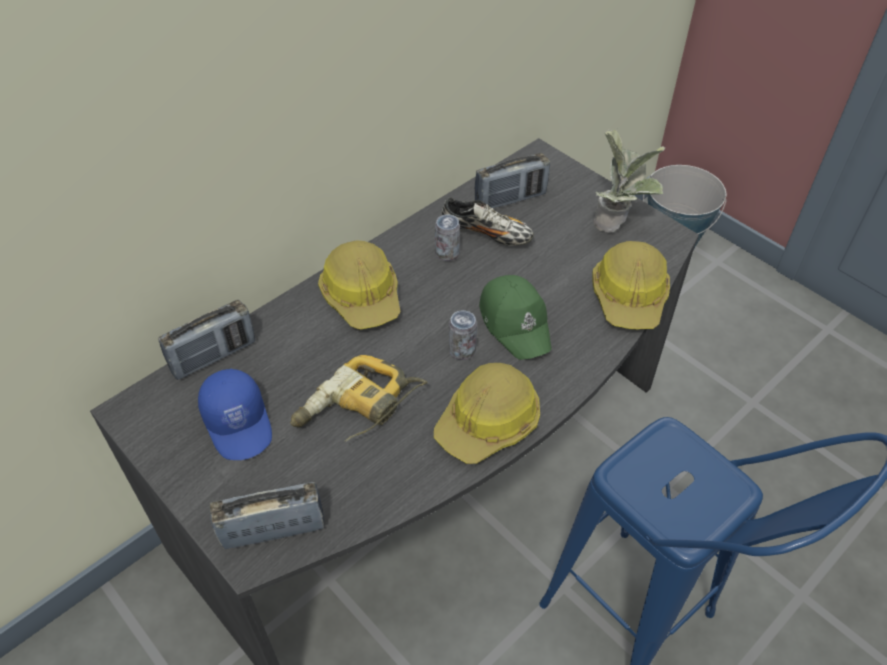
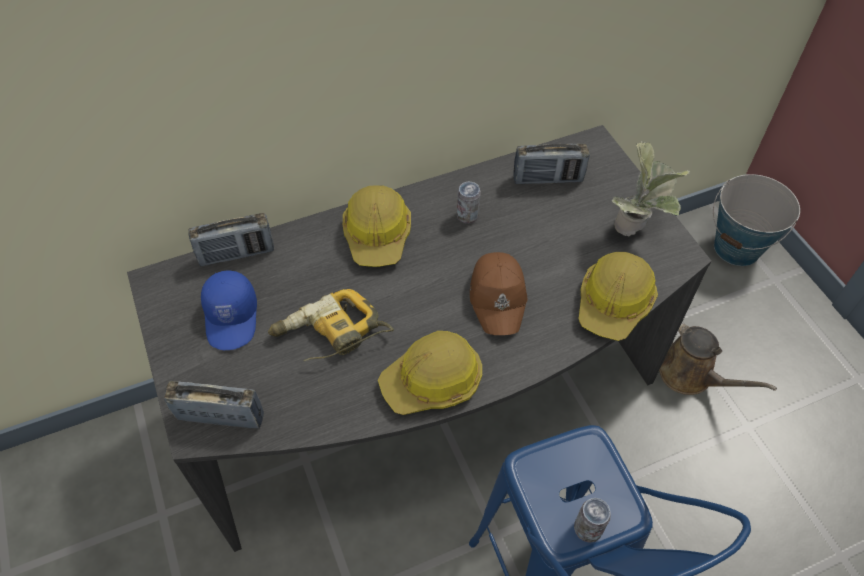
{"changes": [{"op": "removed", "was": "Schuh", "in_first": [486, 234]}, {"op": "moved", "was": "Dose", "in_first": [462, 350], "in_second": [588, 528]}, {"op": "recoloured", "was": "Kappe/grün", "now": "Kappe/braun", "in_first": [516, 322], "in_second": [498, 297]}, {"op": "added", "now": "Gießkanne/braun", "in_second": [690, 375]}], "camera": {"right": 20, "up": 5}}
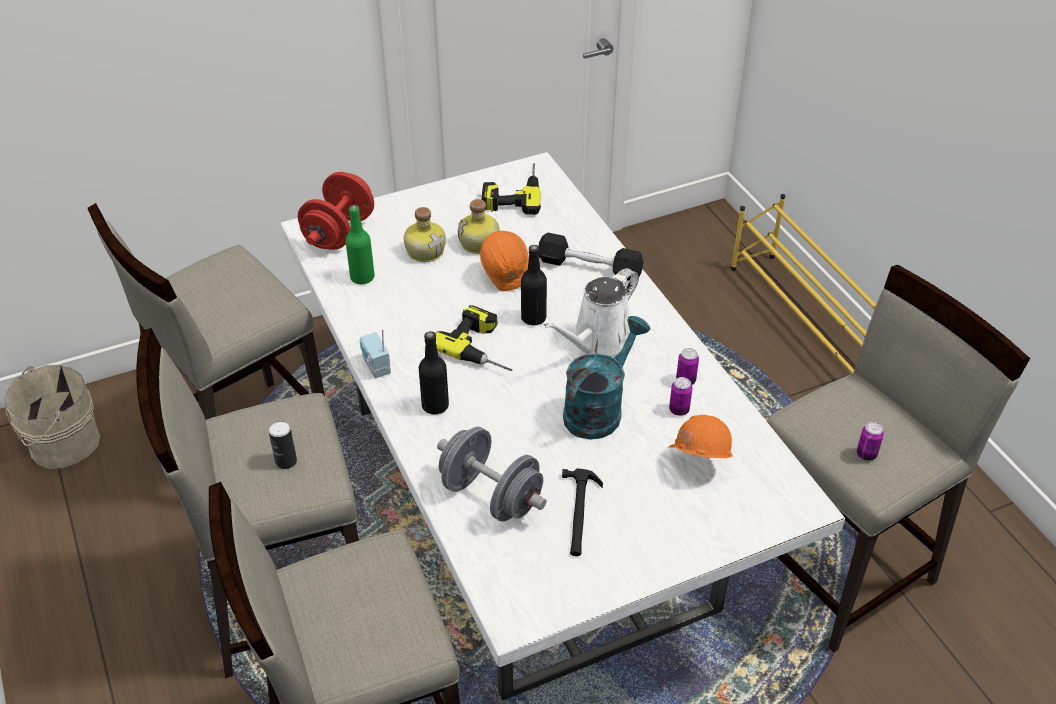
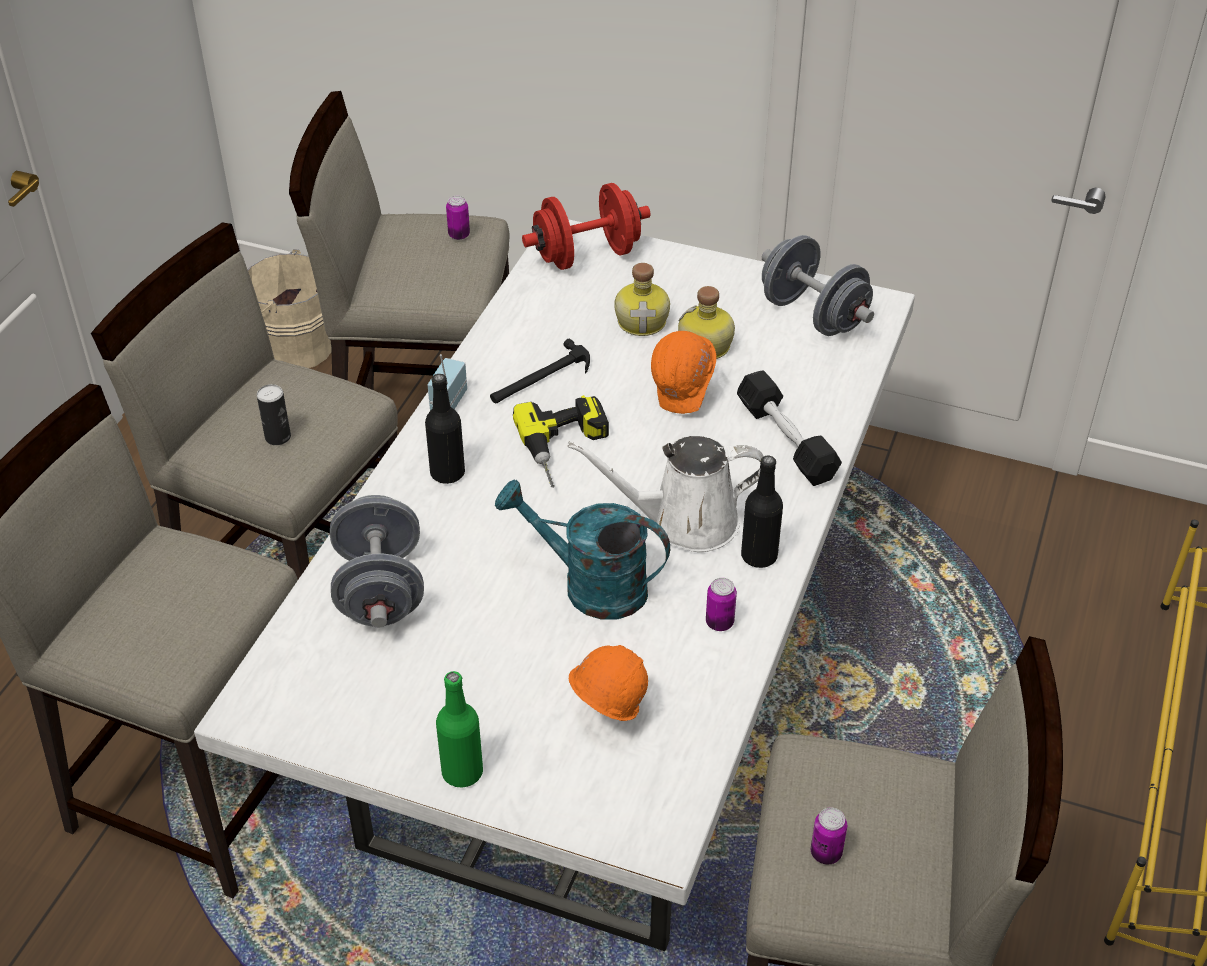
{"changes": [{"op": "moved", "was": "Flasche/grün", "in_first": [362, 277], "in_second": [462, 772]}, {"op": "replaced", "was": "Bohrmaschine", "now": "Hantel/grau", "in_first": [512, 192], "in_second": [813, 315]}, {"op": "moved", "was": "Flasche/schwarz", "in_first": [533, 318], "in_second": [759, 556]}, {"op": "moved", "was": "Hammer", "in_first": [579, 514], "in_second": [540, 378]}, {"op": "turned", "was": "Gießkanne/türkis", "in_first": [598, 409], "in_second": [590, 586], "clockwise": -150}, {"op": "moved", "was": "Dose", "in_first": [679, 410], "in_second": [459, 235]}], "camera": {"right": 45, "up": 0}}
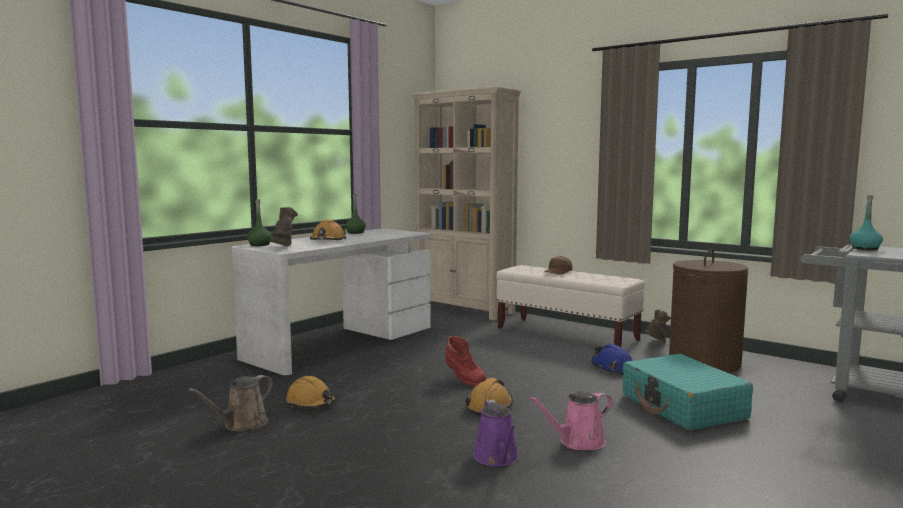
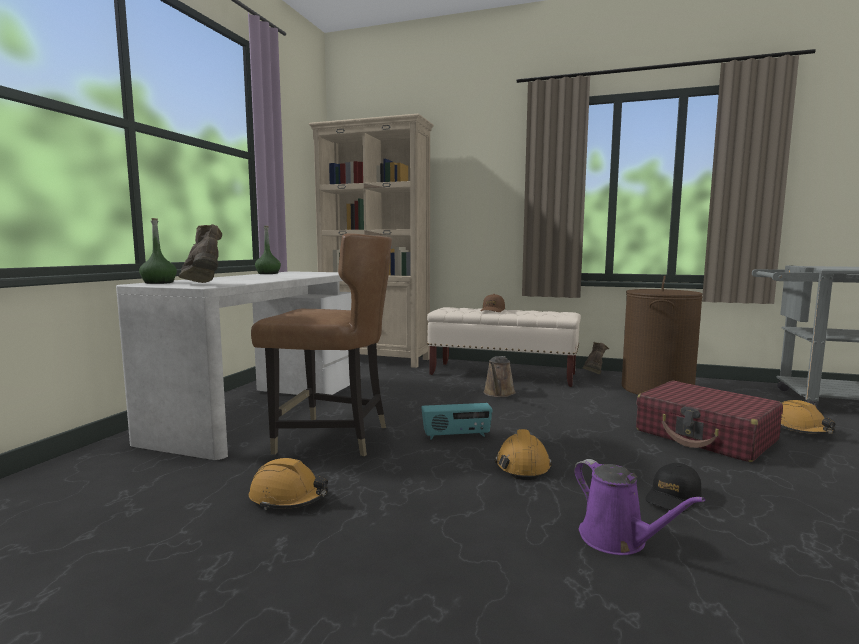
{"changes": [{"op": "moved", "was": "Gießkanne/braun", "in_first": [242, 424], "in_second": [498, 393]}, {"op": "moved", "was": "Schutzhelm/orange", "in_first": [328, 241], "in_second": [800, 429]}, {"op": "replaced", "was": "Stiefel/rot", "now": "Radio", "in_first": [463, 380], "in_second": [456, 436]}, {"op": "replaced", "was": "Gießkanne/rosa", "now": "Kappe/schwarz", "in_first": [578, 442], "in_second": [673, 497]}, {"op": "removed", "was": "Schutzhelm/blau", "in_first": [612, 368]}, {"op": "recoloured", "was": "Koffer/türkis", "now": "Koffer/rot", "in_first": [683, 407], "in_second": [705, 436]}, {"op": "removed", "was": "Flasche/türkis", "in_first": [865, 248]}, {"op": "added", "now": "Stuhl/braun", "in_second": [332, 438]}], "camera": {"right": -20, "up": 0}}
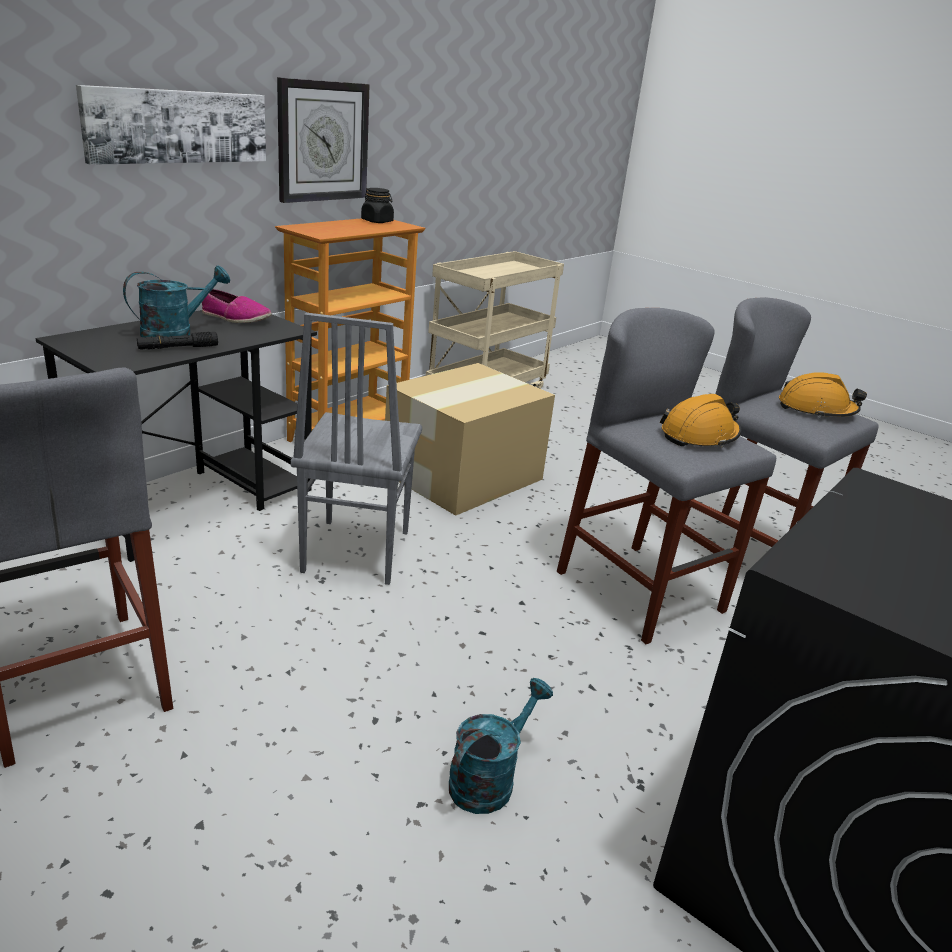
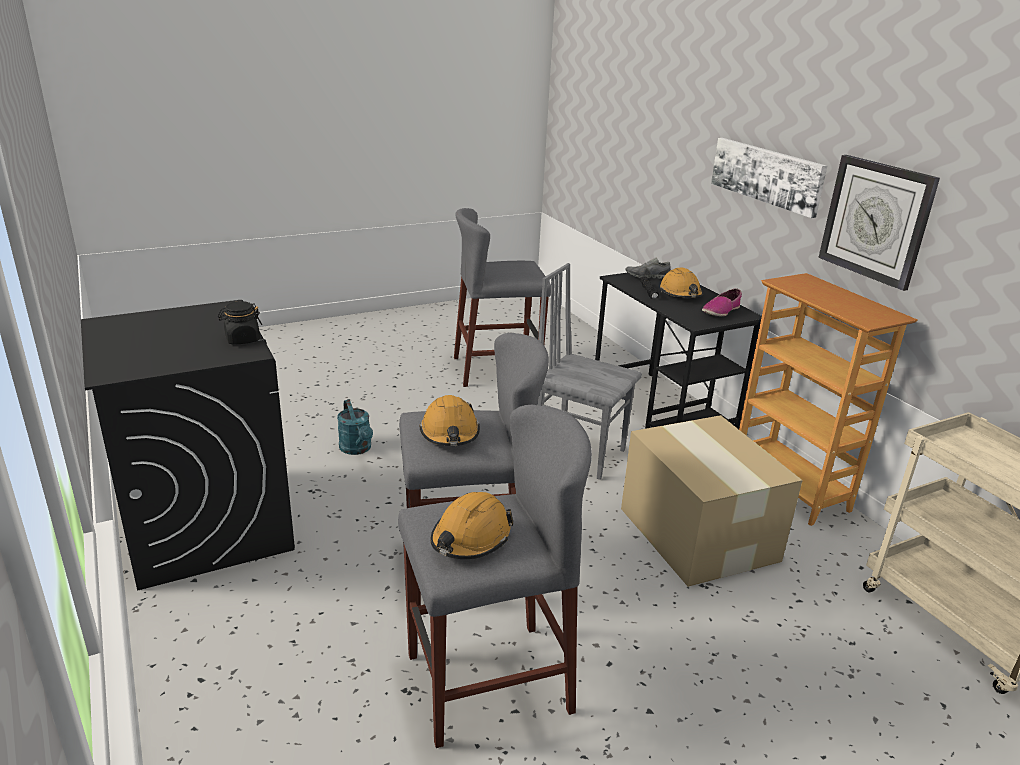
{"changes": [{"op": "replaced", "was": "Gießkanne/türkis", "now": "Schutzhelm/orange", "in_first": [176, 332], "in_second": [680, 293]}, {"op": "moved", "was": "Vorratsglas/schwarz", "in_first": [377, 221], "in_second": [242, 339]}, {"op": "added", "now": "Schuh/grau", "in_second": [647, 277]}], "camera": {"right": 115, "up": 0}}
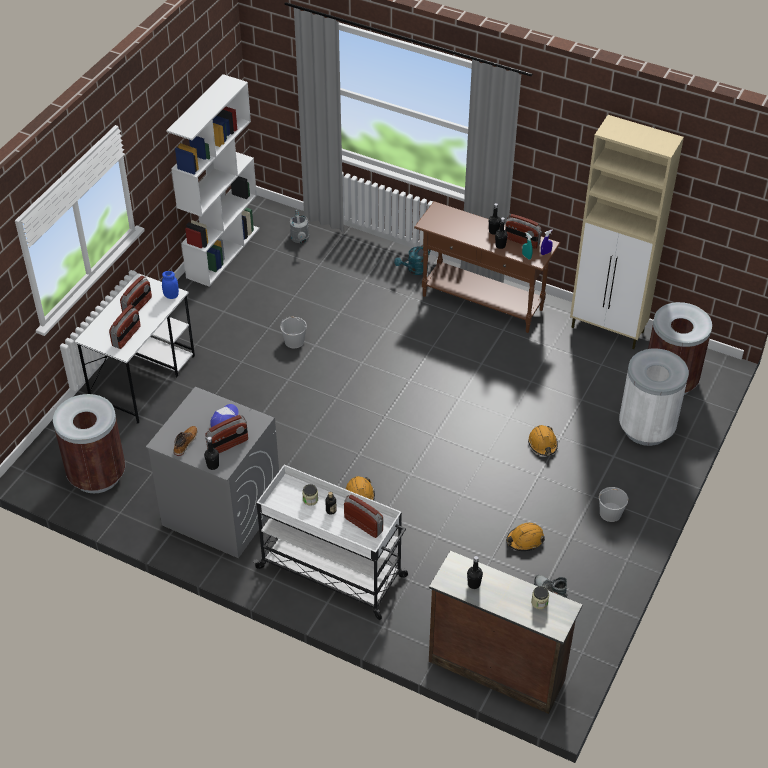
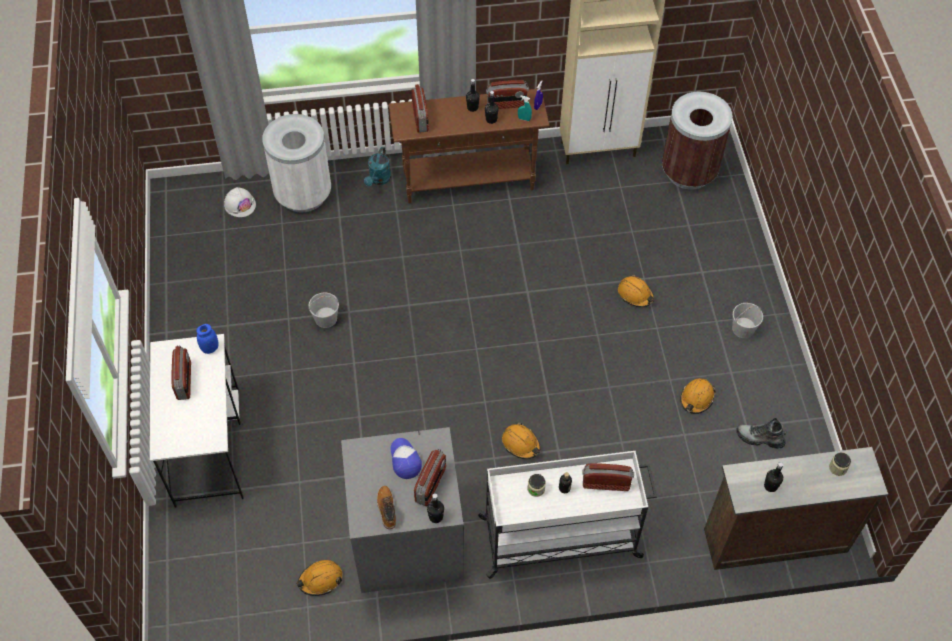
{"changes": [{"op": "removed", "was": "Mülleimer/braun", "in_first": [96, 475]}, {"op": "moved", "was": "Radio", "in_first": [126, 336], "in_second": [420, 118]}, {"op": "removed", "was": "Bücherregal/weiß", "in_first": [223, 252]}, {"op": "replaced", "was": "Gießkanne/grau", "now": "Schutzhelm/weiß", "in_first": [300, 239], "in_second": [240, 204]}, {"op": "moved", "was": "Mülleimer/weiß", "in_first": [646, 428], "in_second": [303, 194]}, {"op": "added", "now": "Schutzhelm/orange", "in_second": [320, 579]}], "camera": {"right": -35, "up": 10}}
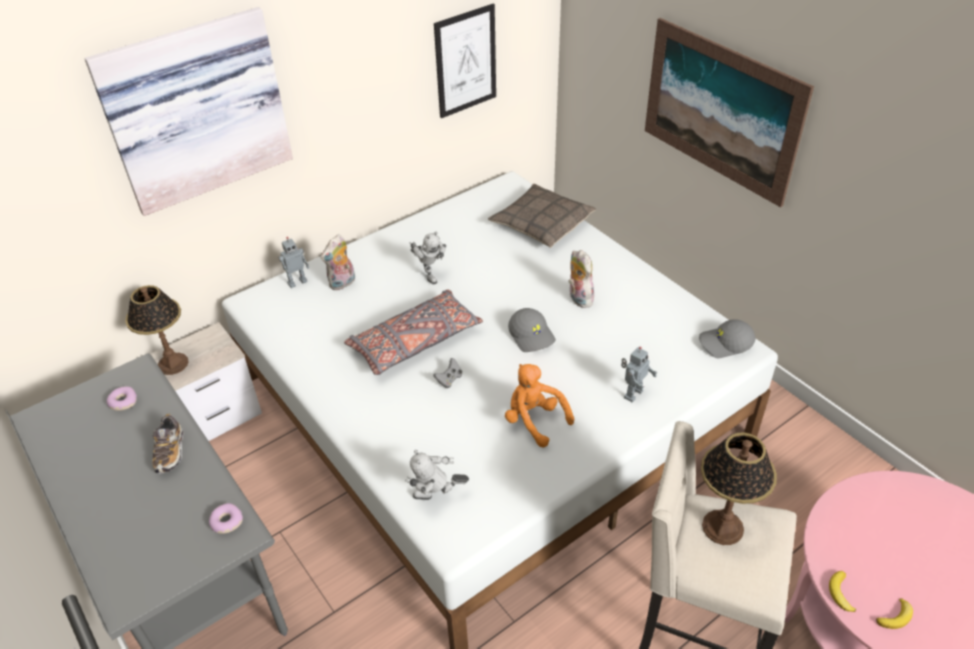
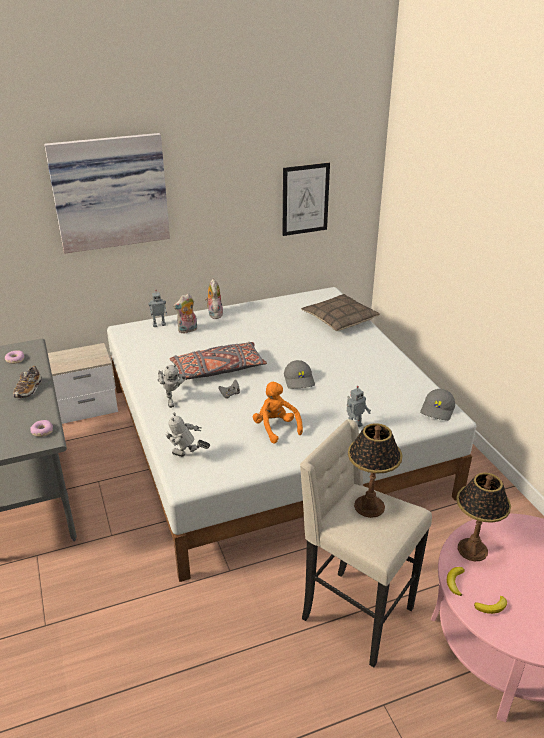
{"changes": [{"op": "moved", "was": "Tischlampe", "in_first": [173, 364], "in_second": [472, 550]}, {"op": "moved", "was": "Spielzeugroboter", "in_first": [429, 274], "in_second": [172, 400]}, {"op": "moved", "was": "Plüschtier", "in_first": [578, 298], "in_second": [214, 314]}, {"op": "removed", "was": "Bild", "in_first": [720, 110]}, {"op": "turned", "was": "Kappe/grau", "in_first": [725, 344], "in_second": [438, 410], "clockwise": -75}], "camera": {"right": 15, "up": -10}}
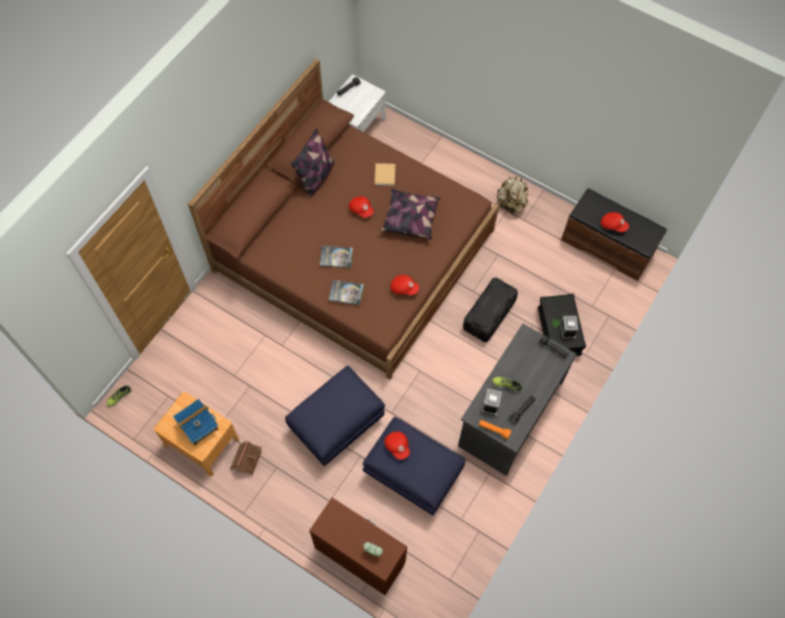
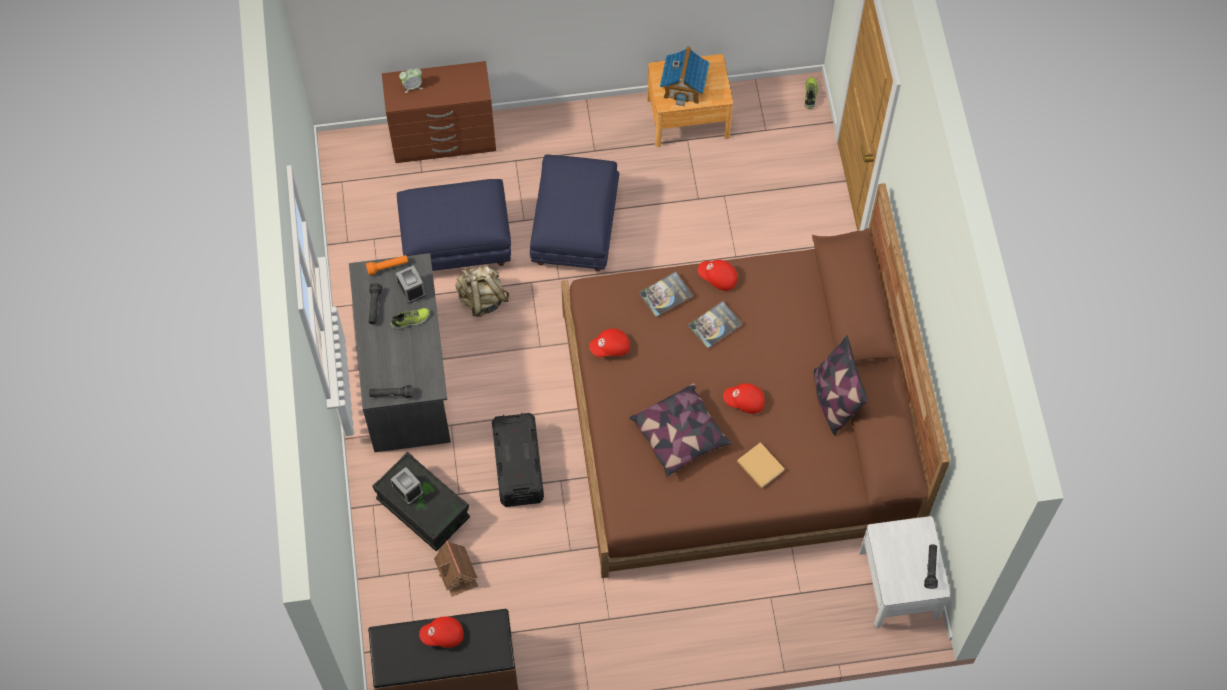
{"changes": [{"op": "moved", "was": "Spielzeughaus", "in_first": [247, 459], "in_second": [457, 572]}, {"op": "moved", "was": "Kappe/rot", "in_first": [397, 446], "in_second": [717, 278]}, {"op": "moved", "was": "Rucksack/beige", "in_first": [511, 203], "in_second": [482, 299]}], "camera": {"right": 140, "up": 0}}
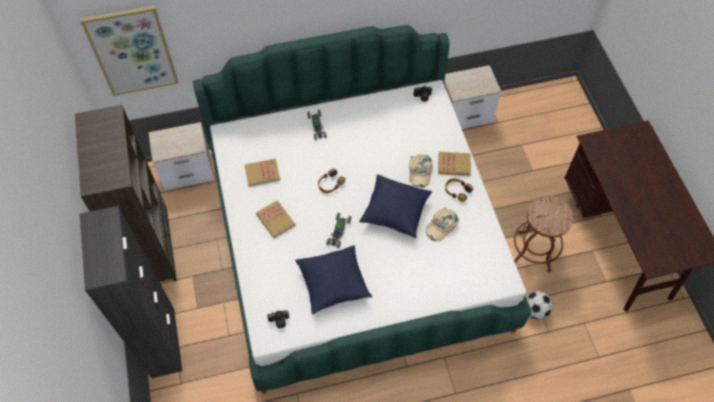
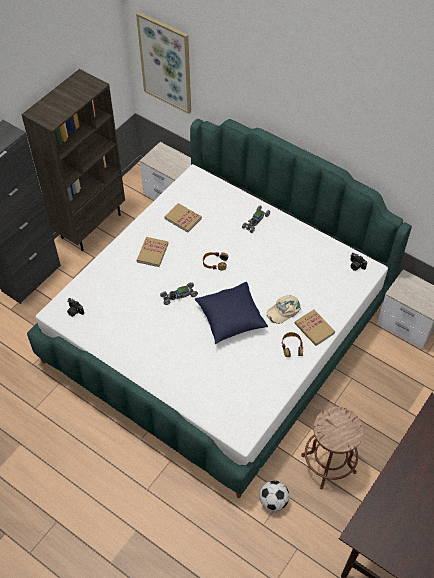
{"changes": [{"op": "removed", "was": "Kissen/blau", "in_first": [333, 284]}, {"op": "removed", "was": "Kappe/beige", "in_first": [441, 225]}], "camera": {"right": 50, "up": -5}}
